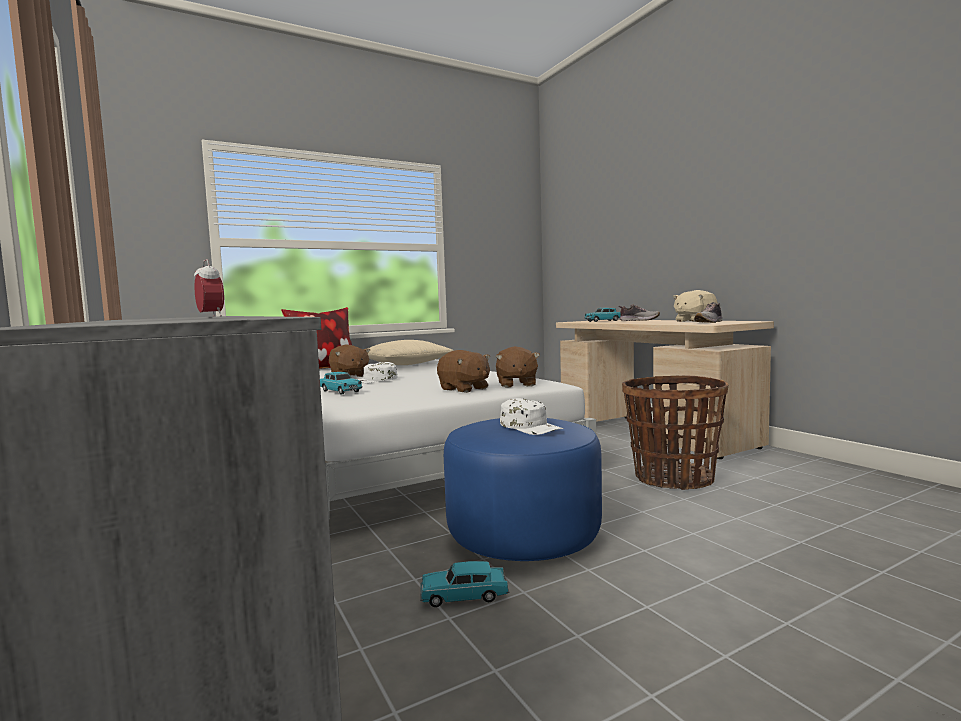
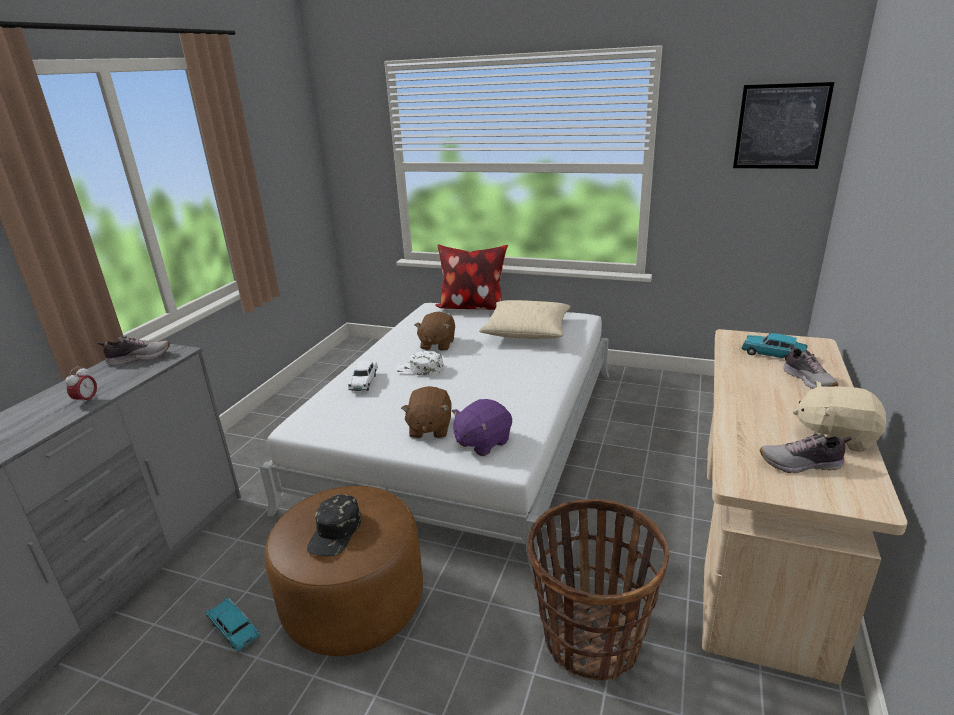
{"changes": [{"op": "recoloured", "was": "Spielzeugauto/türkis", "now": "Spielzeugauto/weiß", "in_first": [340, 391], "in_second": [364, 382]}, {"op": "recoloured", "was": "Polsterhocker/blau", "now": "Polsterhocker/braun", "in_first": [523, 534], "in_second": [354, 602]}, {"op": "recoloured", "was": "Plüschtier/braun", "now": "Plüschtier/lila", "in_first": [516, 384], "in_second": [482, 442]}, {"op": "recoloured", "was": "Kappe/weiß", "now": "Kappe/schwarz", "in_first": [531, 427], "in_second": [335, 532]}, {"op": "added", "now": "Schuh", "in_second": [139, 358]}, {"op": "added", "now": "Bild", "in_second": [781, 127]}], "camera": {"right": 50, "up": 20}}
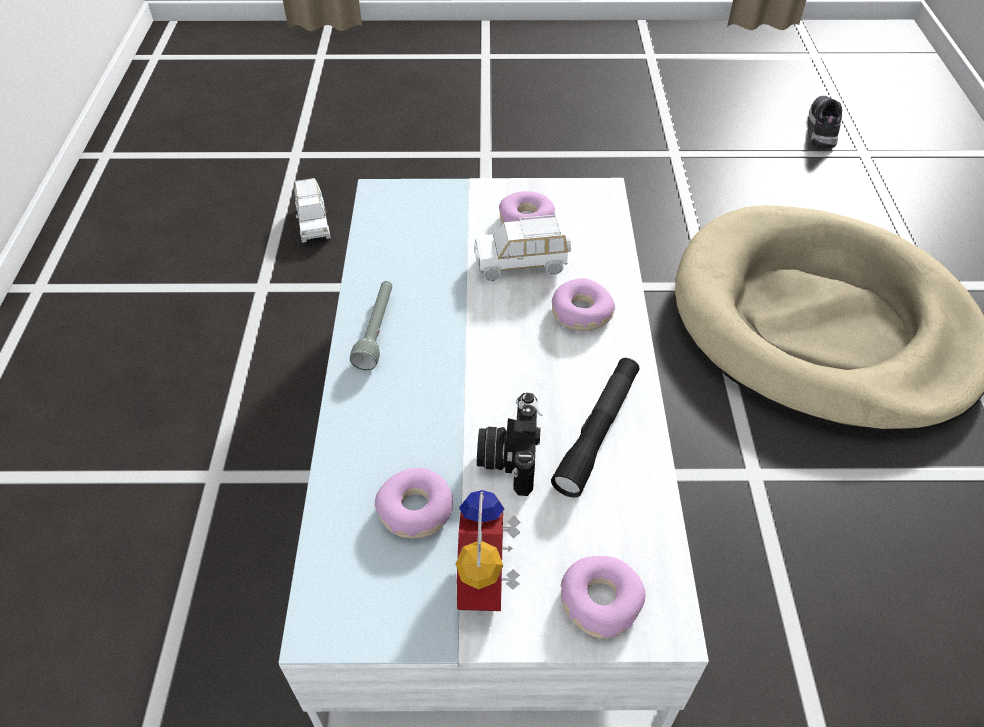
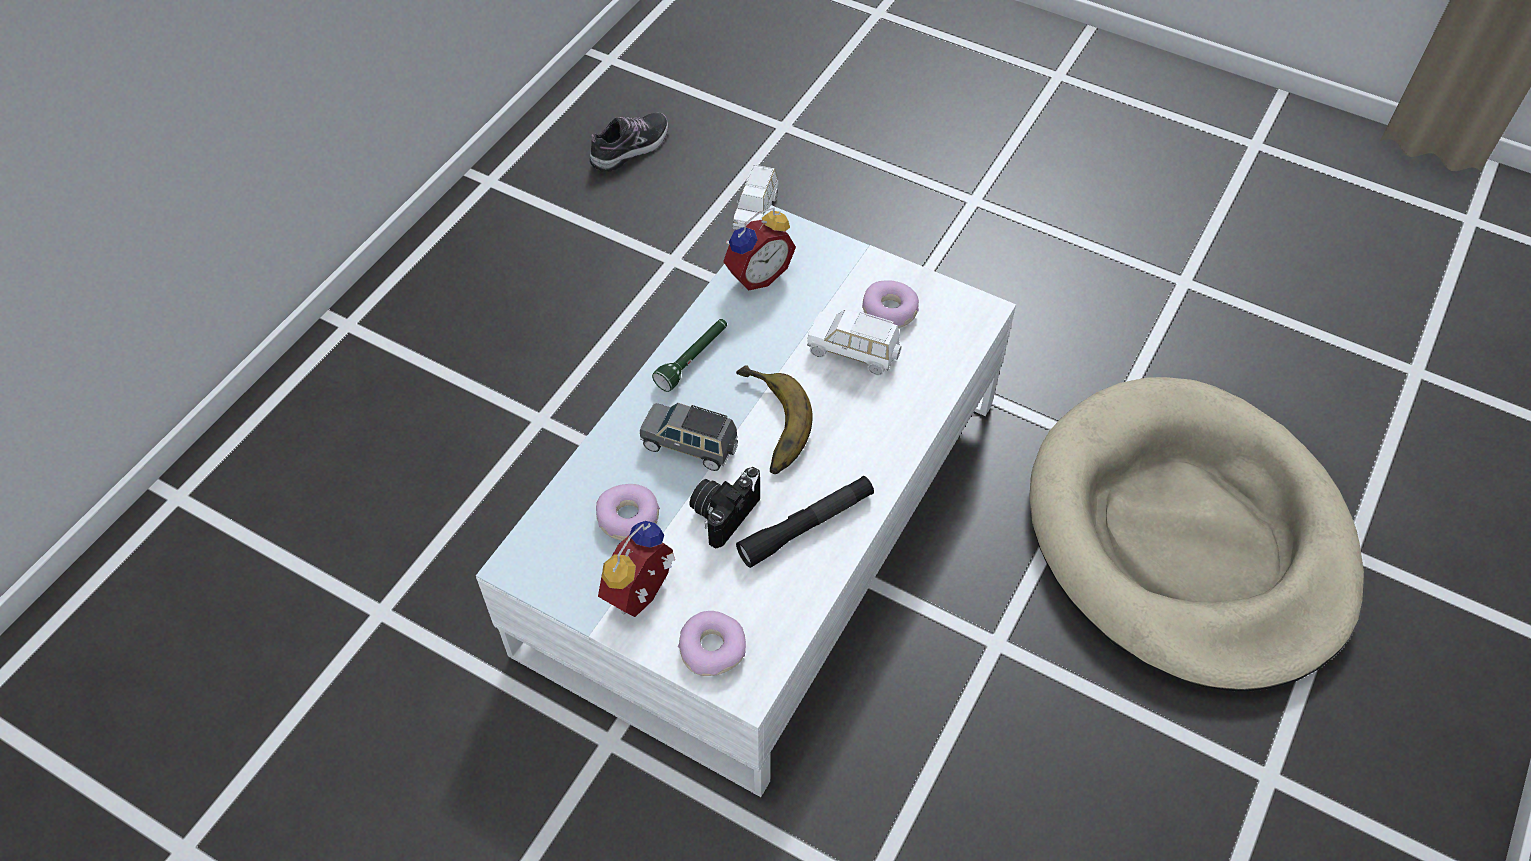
{"changes": [{"op": "recoloured", "was": "Taschenlampe/grau", "now": "Taschenlampe/grün", "in_first": [377, 330], "in_second": [693, 359]}, {"op": "removed", "was": "Donut", "in_first": [580, 313]}, {"op": "moved", "was": "Schuh", "in_first": [822, 128], "in_second": [631, 148]}, {"op": "added", "now": "Spielzeugauto/grau", "in_second": [691, 446]}, {"op": "added", "now": "Wecker", "in_second": [756, 275]}, {"op": "added", "now": "Banane", "in_second": [765, 425]}], "camera": {"right": 30, "up": 5}}
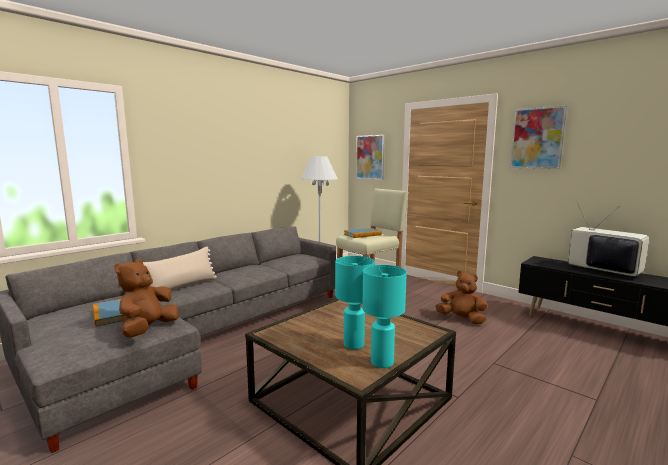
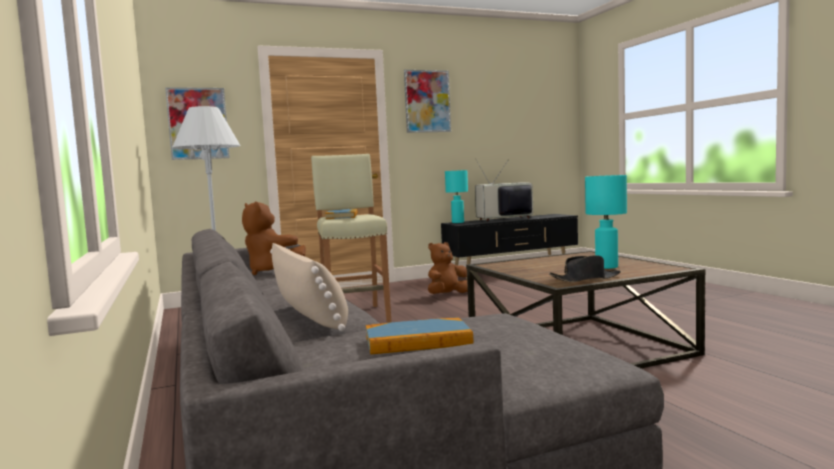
{"changes": [{"op": "moved", "was": "Plüschtier/braun", "in_first": [148, 330], "in_second": [271, 271]}, {"op": "moved", "was": "Tischlampe/türkis", "in_first": [382, 363], "in_second": [458, 222]}, {"op": "added", "now": "Hut/schwarz", "in_second": [585, 279]}], "camera": {"right": -65, "up": -5}}
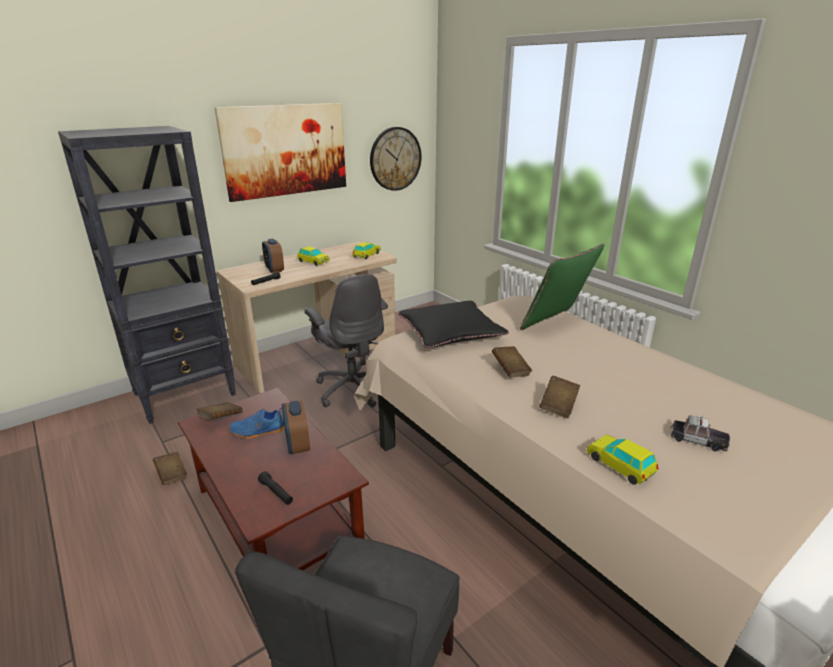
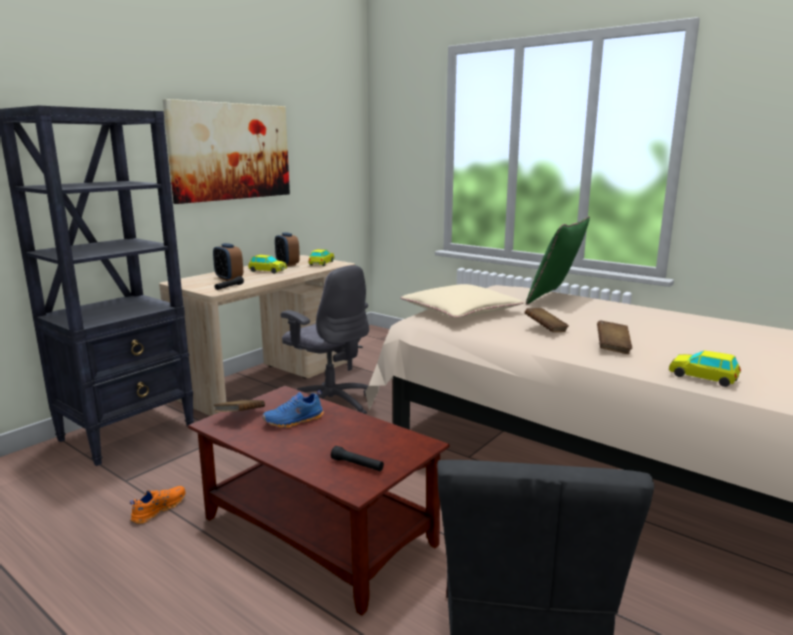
{"changes": [{"op": "replaced", "was": "Buch/braun", "now": "Schuh/orange", "in_first": [172, 475], "in_second": [158, 509]}, {"op": "moved", "was": "Wecker", "in_first": [298, 445], "in_second": [287, 264]}, {"op": "removed", "was": "Wanduhr", "in_first": [395, 159]}, {"op": "recoloured", "was": "Kissen/schwarz", "now": "Kissen/beige", "in_first": [450, 332], "in_second": [460, 311]}, {"op": "removed", "was": "Spielzeugauto", "in_first": [698, 440]}], "camera": {"right": -15, "up": -10}}
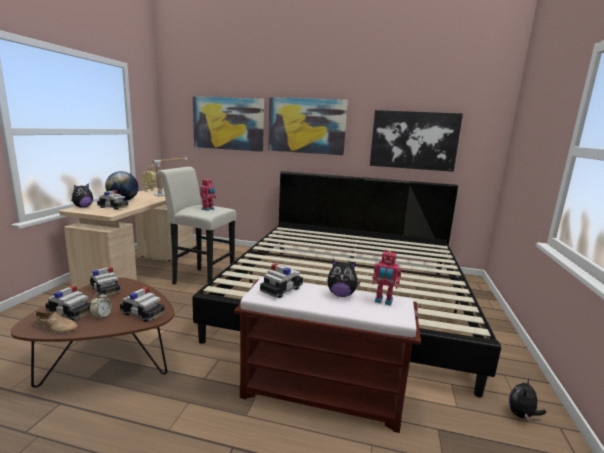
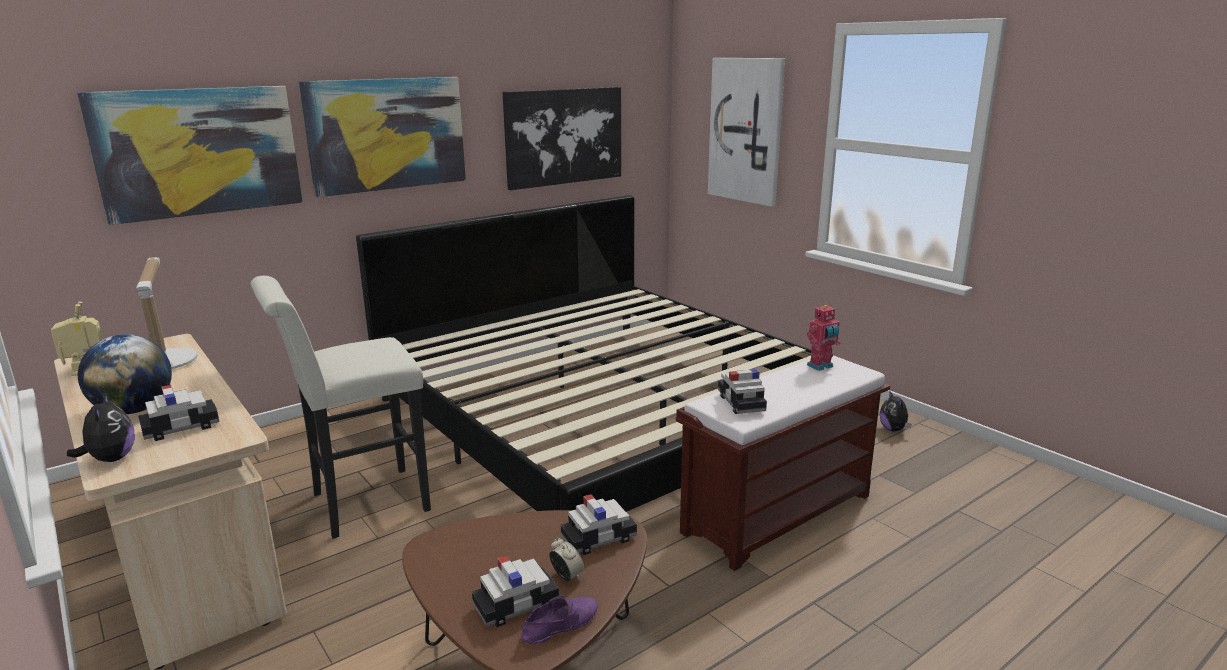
{"changes": [{"op": "recoloured", "was": "Schuh/beige", "now": "Schuh/lila", "in_first": [56, 327], "in_second": [559, 624]}, {"op": "removed", "was": "Spielzeugauto", "in_first": [105, 290]}, {"op": "removed", "was": "Spielzeugroboter", "in_first": [208, 209]}, {"op": "removed", "was": "Plüschtier", "in_first": [341, 294]}, {"op": "added", "now": "Bild", "in_second": [746, 130]}], "camera": {"right": -50, "up": 5}}
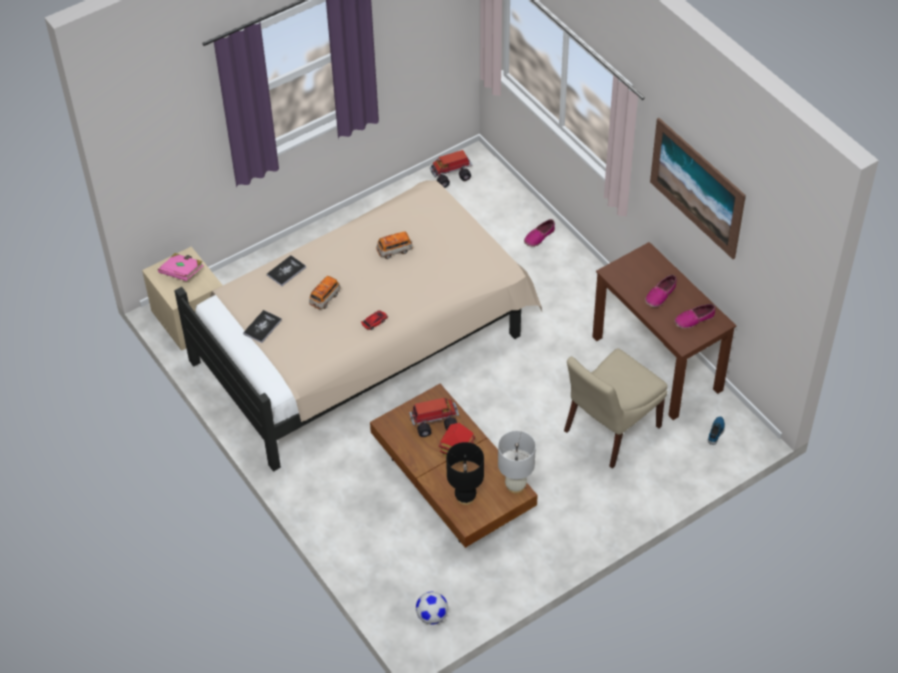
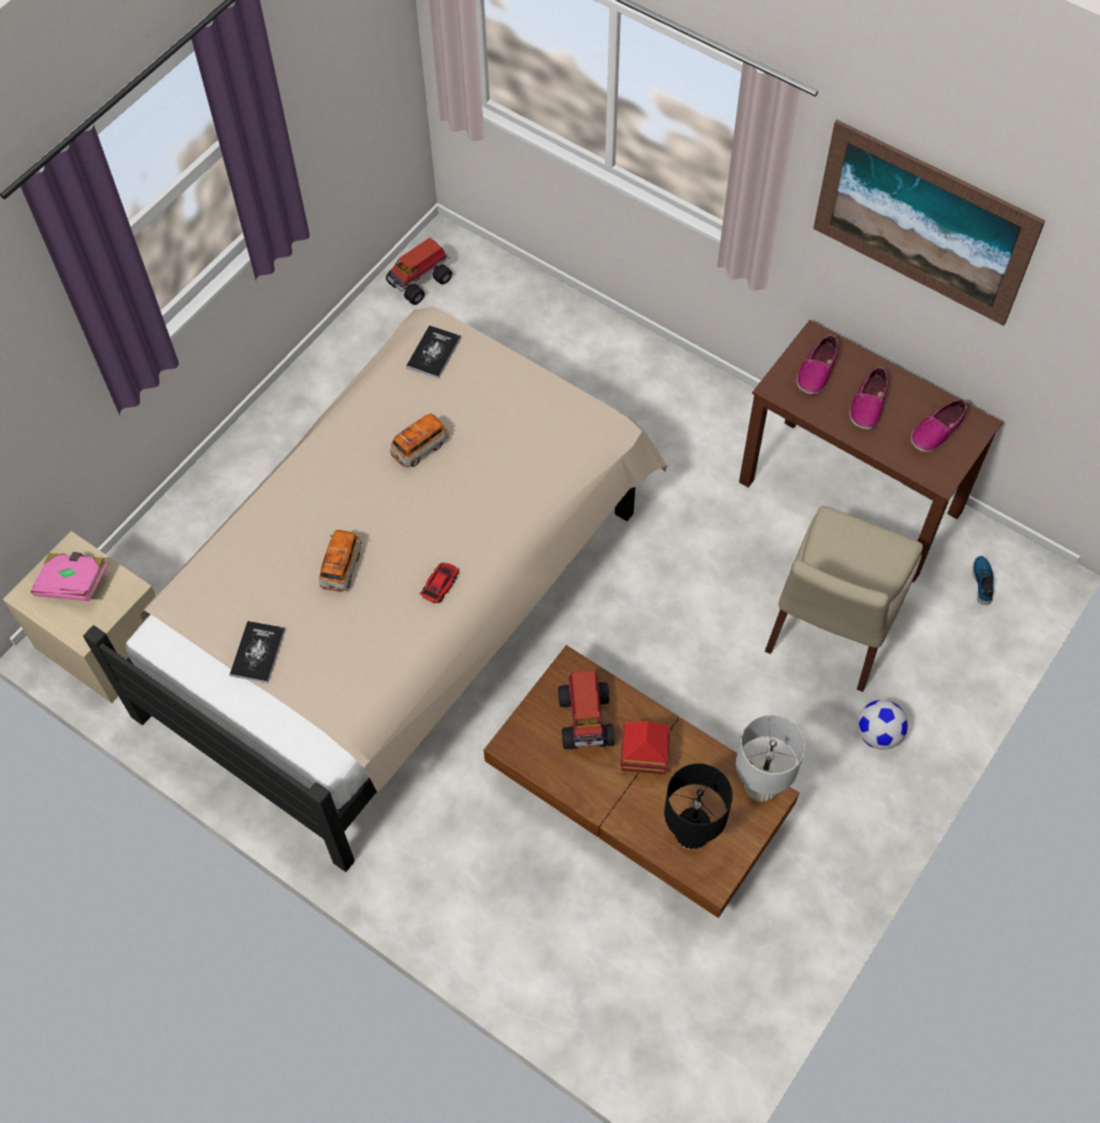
{"changes": [{"op": "moved", "was": "Buch", "in_first": [286, 271], "in_second": [433, 353]}, {"op": "turned", "was": "Spielzeuglaster", "in_first": [434, 423], "in_second": [586, 718], "clockwise": 120}, {"op": "moved", "was": "Fußball", "in_first": [432, 616], "in_second": [877, 734]}, {"op": "moved", "was": "Schuh", "in_first": [539, 237], "in_second": [816, 371]}], "camera": {"right": -20, "up": 10}}
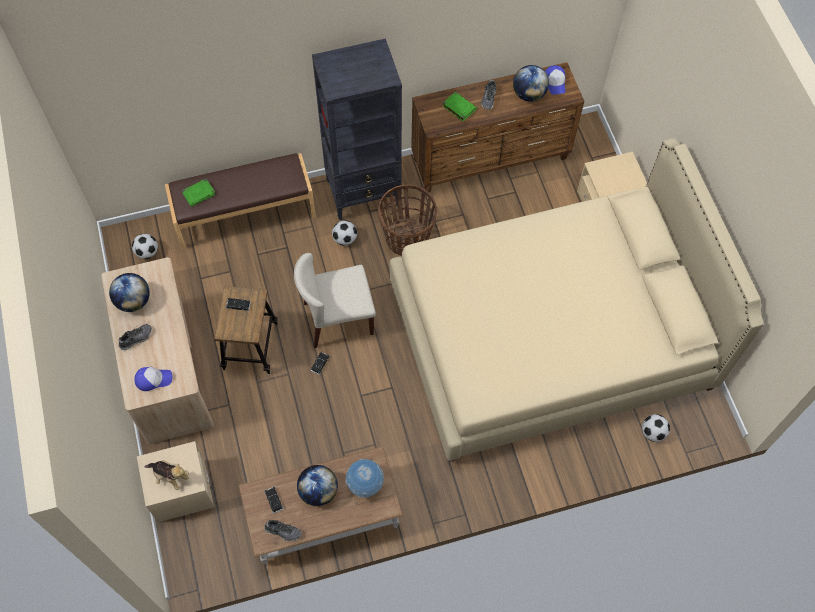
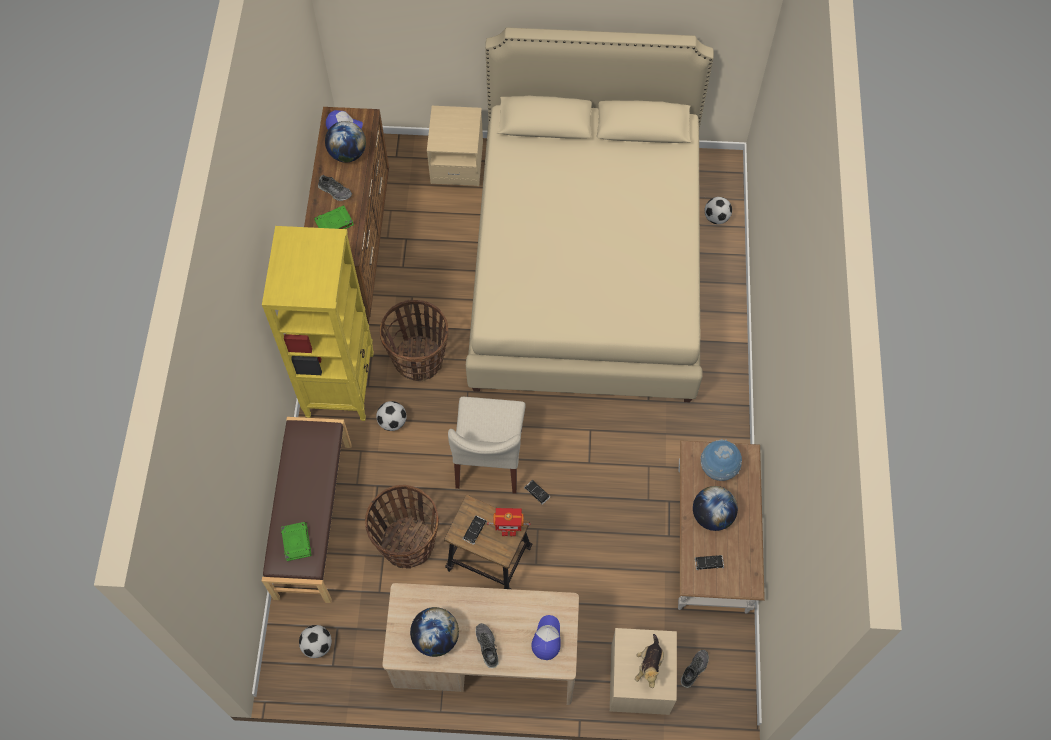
{"changes": [{"op": "turned", "was": "Plüschtier", "in_first": [169, 476], "in_second": [649, 665], "clockwise": 150}, {"op": "moved", "was": "Schuh", "in_first": [283, 531], "in_second": [694, 669]}, {"op": "recoloured", "was": "Bücherregal/schwarz", "now": "Bücherregal/gelb", "in_first": [364, 192], "in_second": [340, 384]}, {"op": "added", "now": "Korb", "in_second": [407, 543]}, {"op": "added", "now": "Spielzeugroboter", "in_second": [508, 530]}], "camera": {"right": -70, "up": 0}}
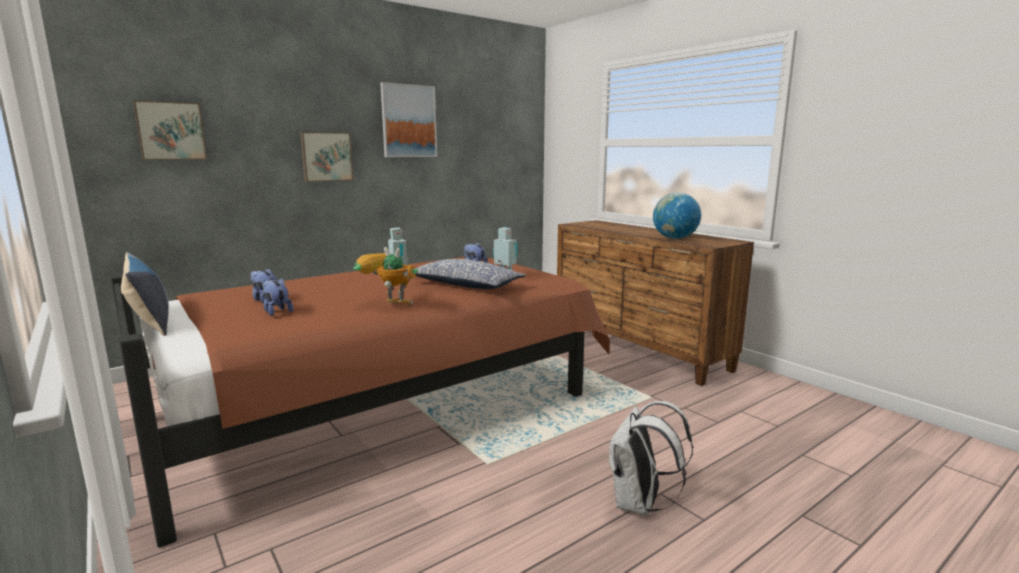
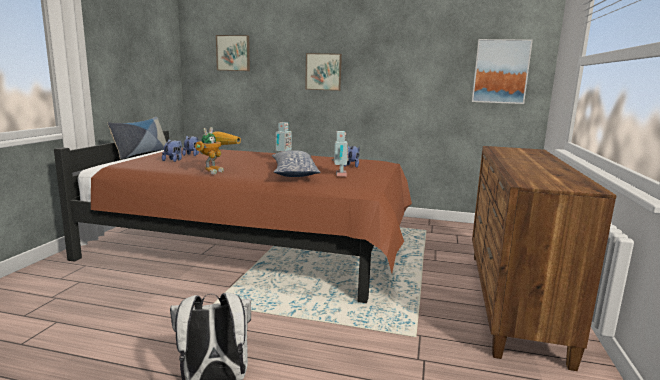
{"changes": [{"op": "turned", "was": "Spielzeugroboter", "in_first": [387, 306], "in_second": [216, 170], "clockwise": 45}, {"op": "moved", "was": "Bild", "in_first": [408, 121], "in_second": [500, 71]}, {"op": "removed", "was": "Globus", "in_first": [674, 238]}], "camera": {"right": 50, "up": 0}}
